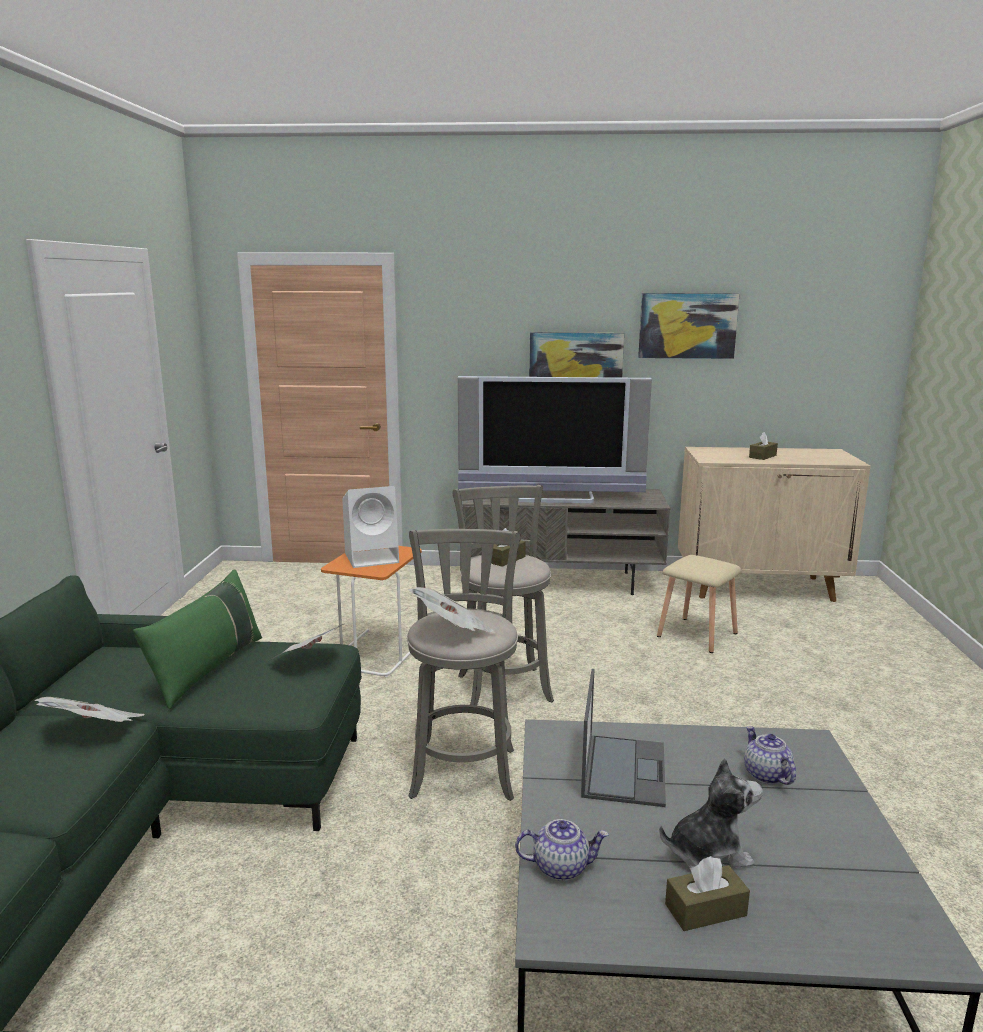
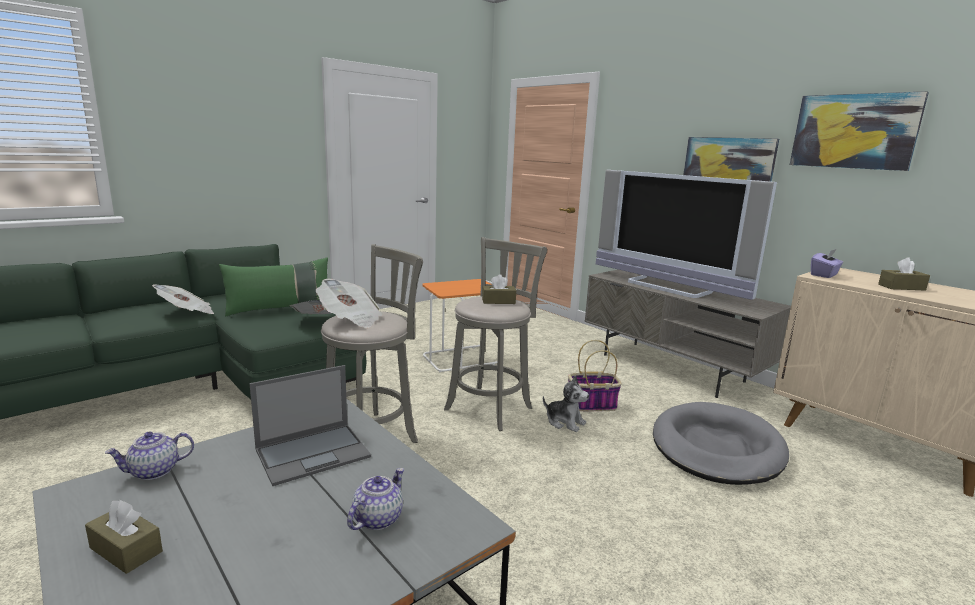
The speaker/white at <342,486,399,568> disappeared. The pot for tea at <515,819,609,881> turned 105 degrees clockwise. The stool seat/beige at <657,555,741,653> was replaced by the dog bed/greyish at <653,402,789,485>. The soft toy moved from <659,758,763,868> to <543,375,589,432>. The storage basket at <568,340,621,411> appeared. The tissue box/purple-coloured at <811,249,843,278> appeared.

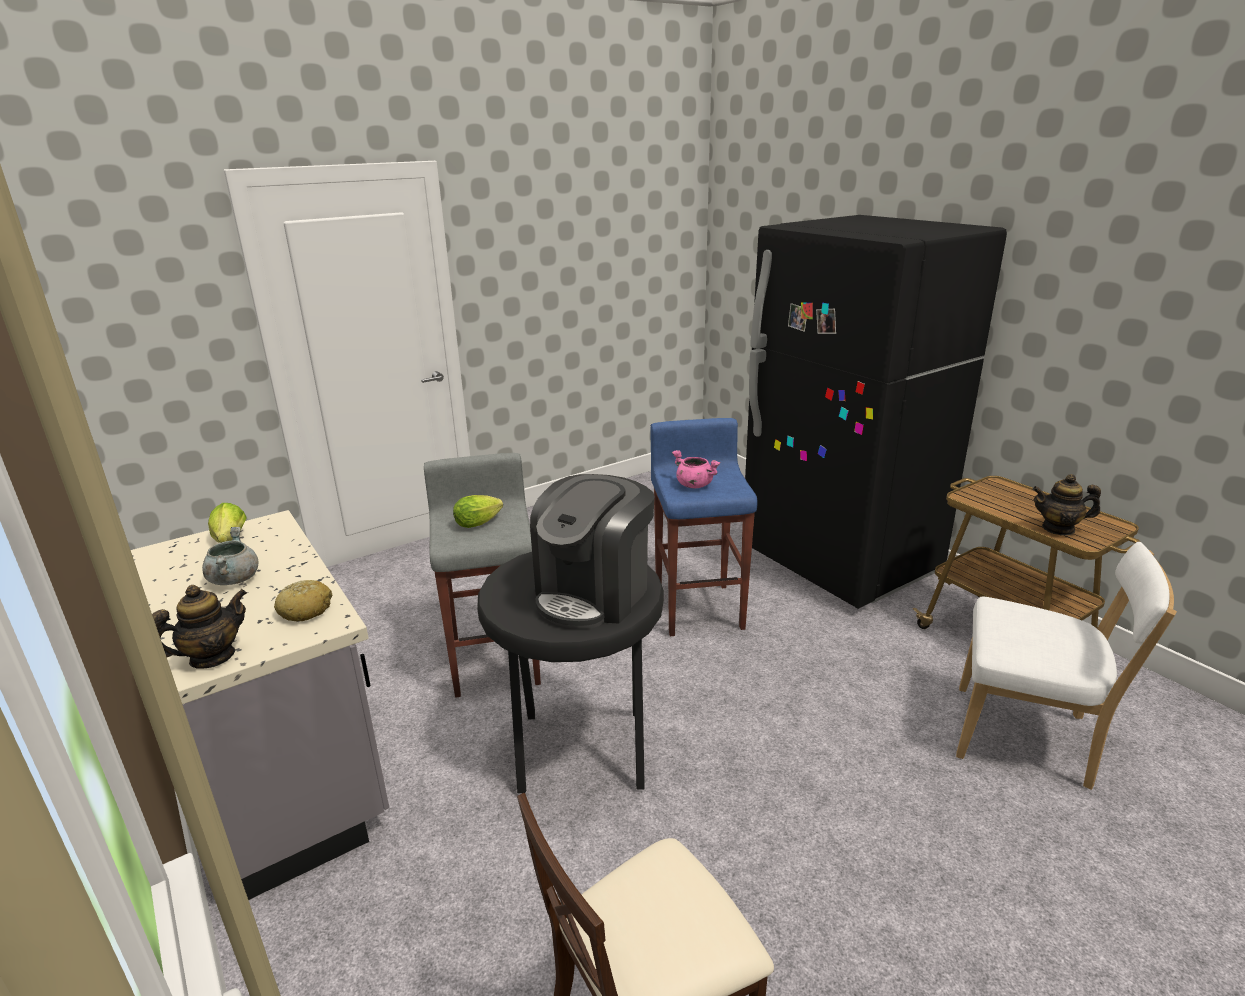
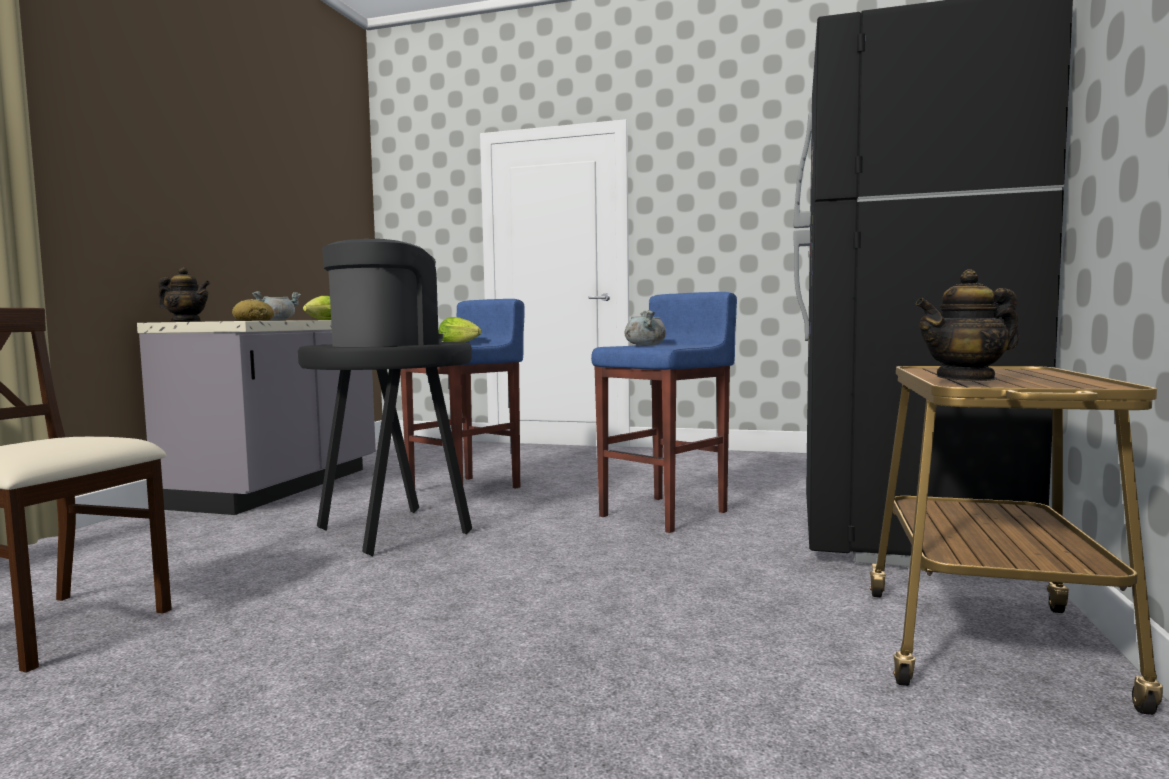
The stool seat/greyish at <424,453,541,698> became the stool seat/blue-coloured at <400,299,525,504>. The coffee machine at <530,474,655,629> turned 135 degrees clockwise. The cooking pot/pink-coloured at <672,450,720,488> became the cooking pot/greyish at <624,310,666,346>. The plain chair/white at <956,542,1177,790> disappeared. The pot for tea at <1032,474,1101,536> turned 75 degrees counterclockwise.

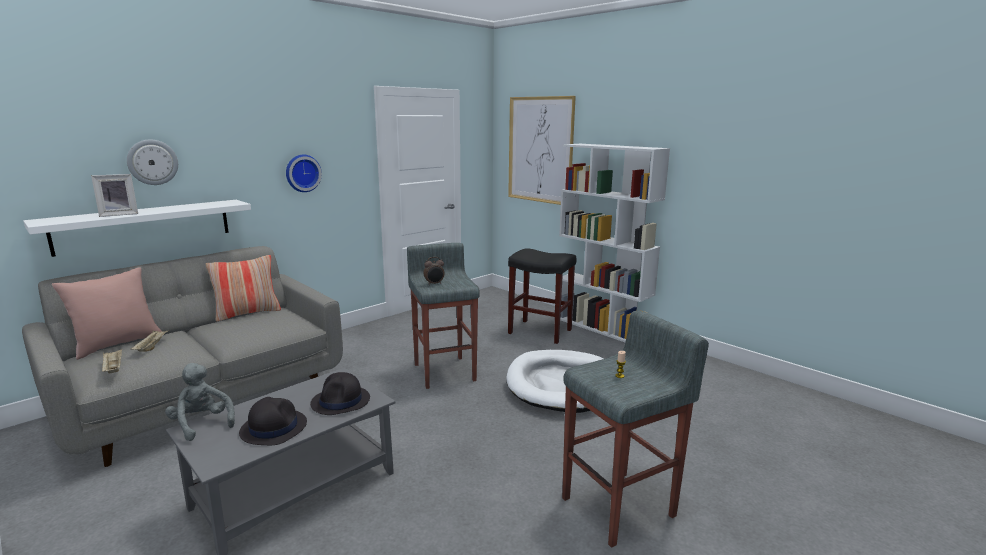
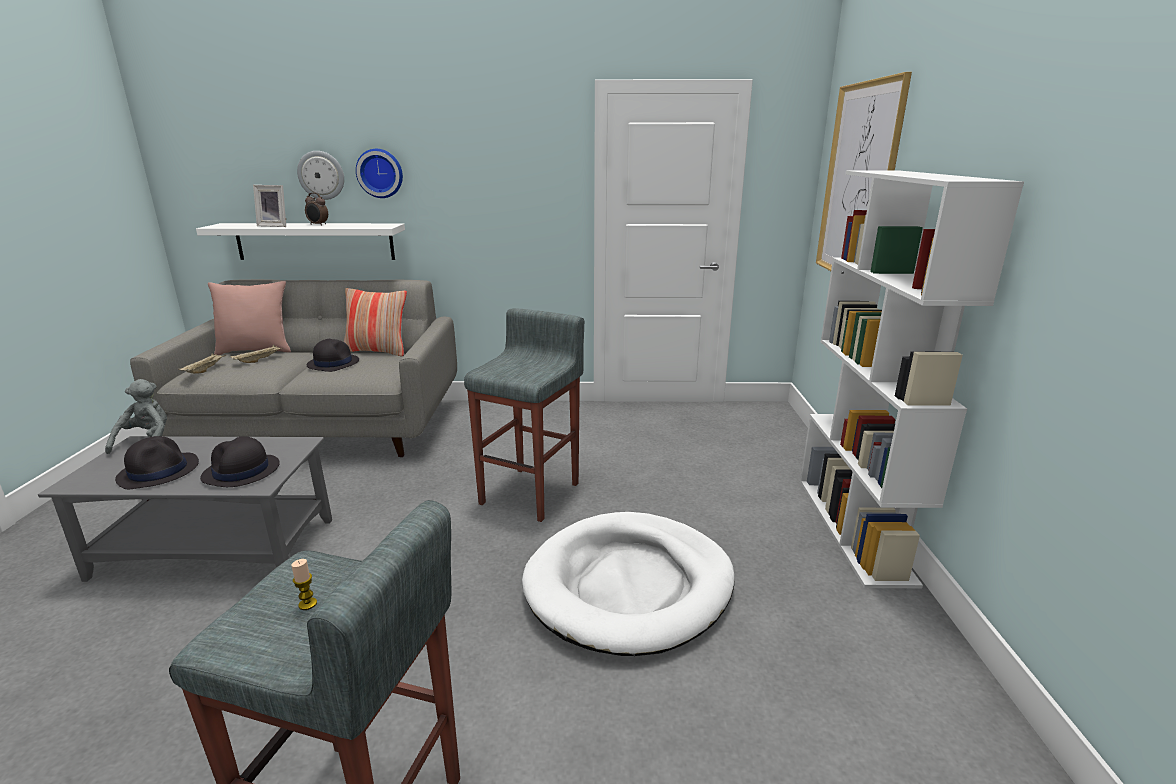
The wall clock moved from <286,155,322,192> to <356,149,403,198>. The bedside clock moved from <423,257,445,285> to <305,193,328,226>. The stool seat/blackish at <508,248,576,344> disappeared. The clothing hat/blackish at <307,339,359,372> appeared.

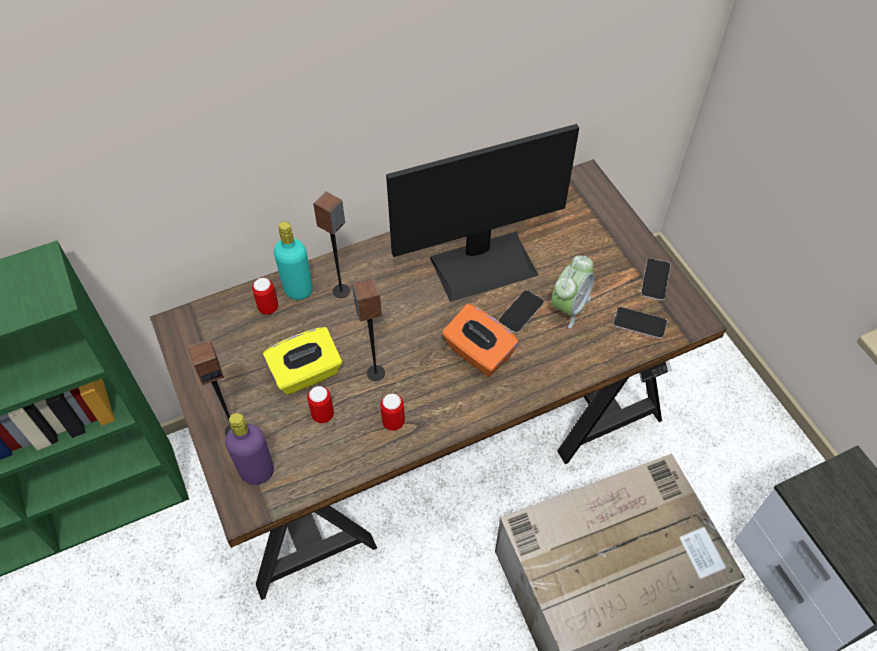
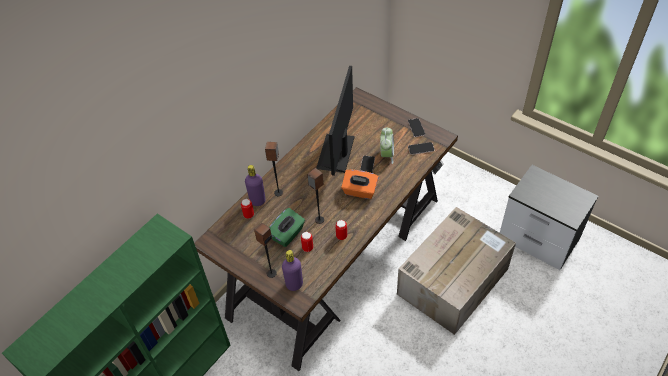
The tissue box/yellowish at <263,327,342,395> became the tissue box/greenish at <269,208,305,247>. The drink bottle/turquoise-coloured at <274,222,313,300> became the drink bottle/purple-coloured at <245,165,266,206>. The computer screen at <386,124,579,302> turned 150 degrees clockwise.

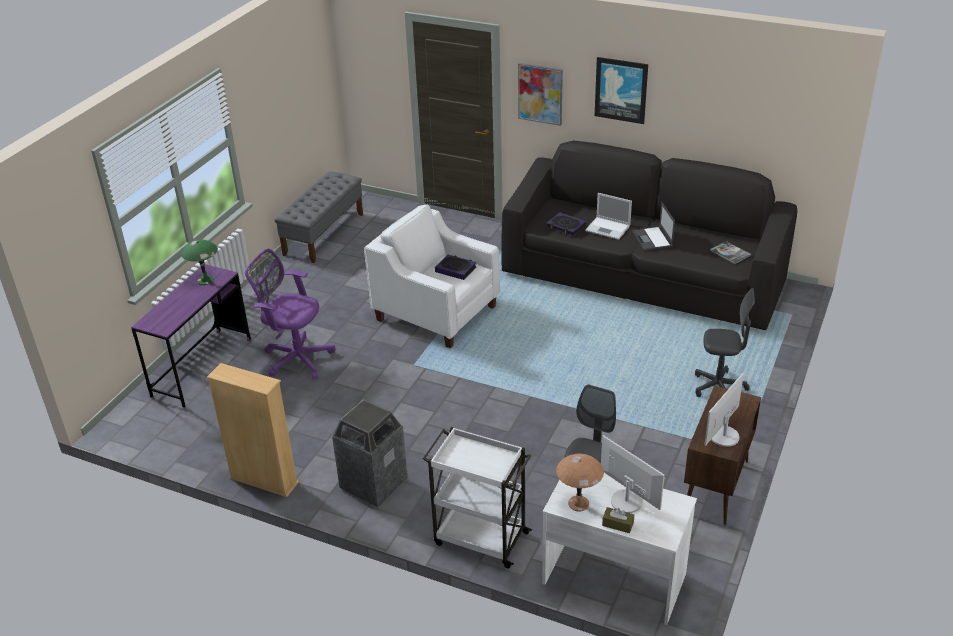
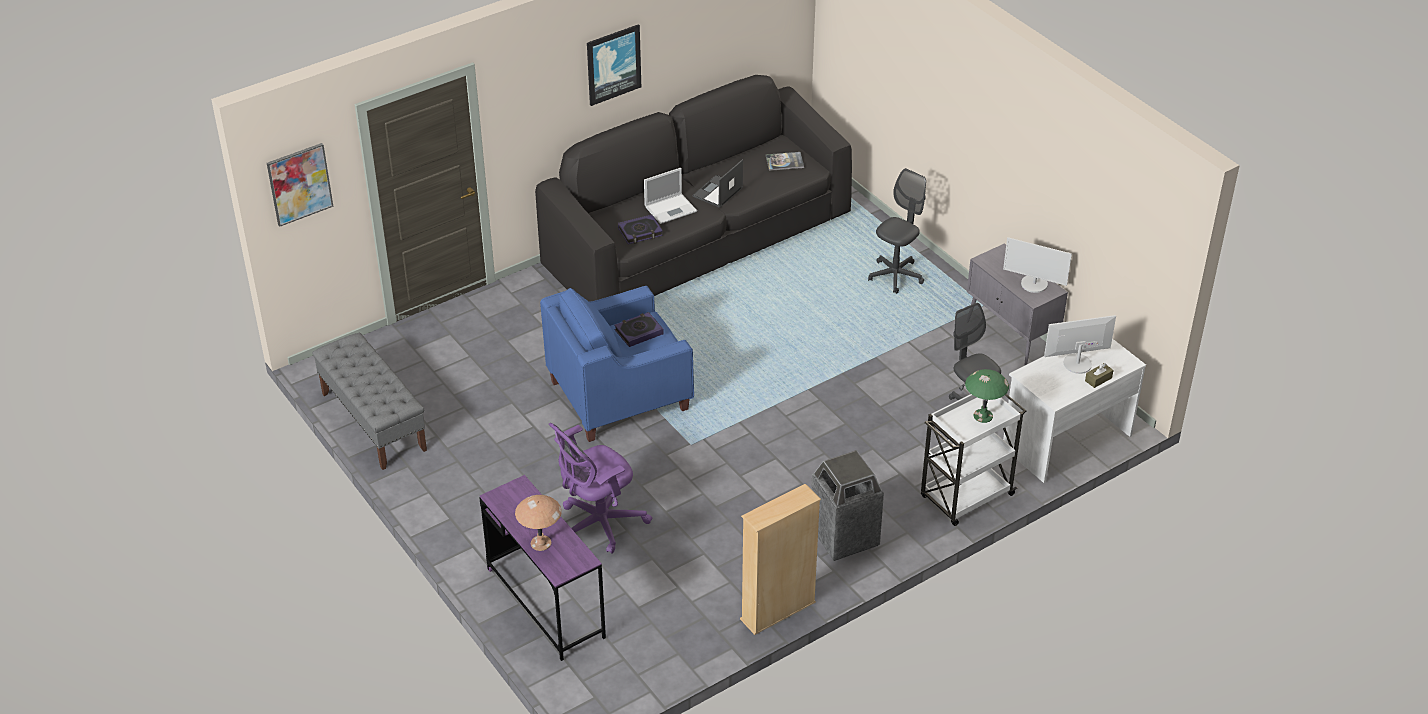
The table lamp/greenish moved from <181,240,218,285> to <965,369,1009,423>. The lounge chair/white at <364,205,500,348> became the lounge chair/blue-coloured at <540,286,694,442>. The wall picture moved from <518,63,563,126> to <267,143,334,227>. The table lamp/brownish moved from <556,454,604,511> to <515,495,562,551>. The laptop at <632,202,675,251> turned 105 degrees clockwise. The cabinet/brownish at <684,386,761,525> became the cabinet/greyish at <967,243,1068,366>. The computer screen at <704,373,744,447> turned 45 degrees counterclockwise.

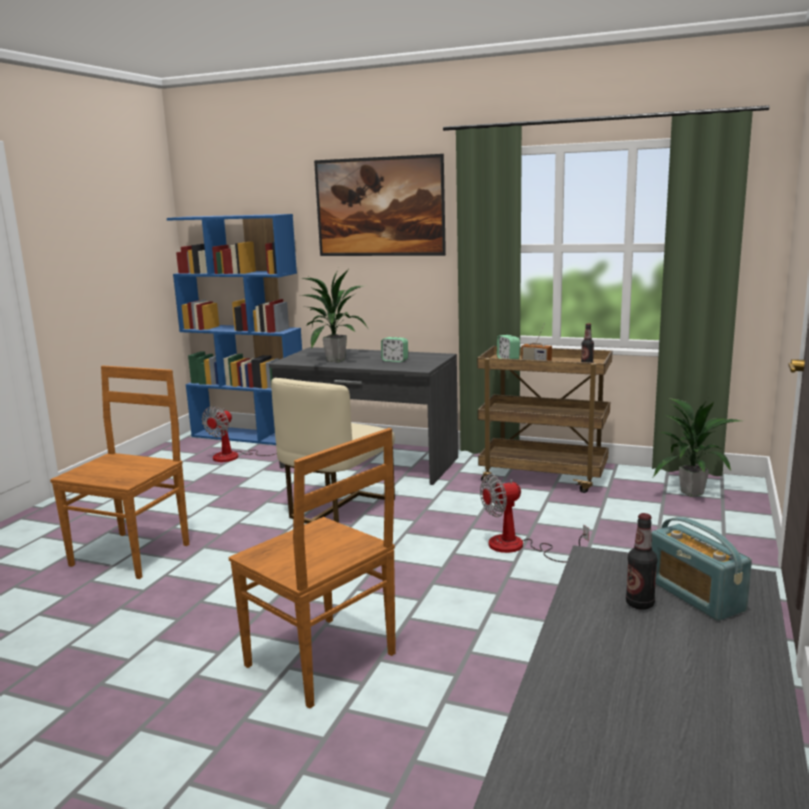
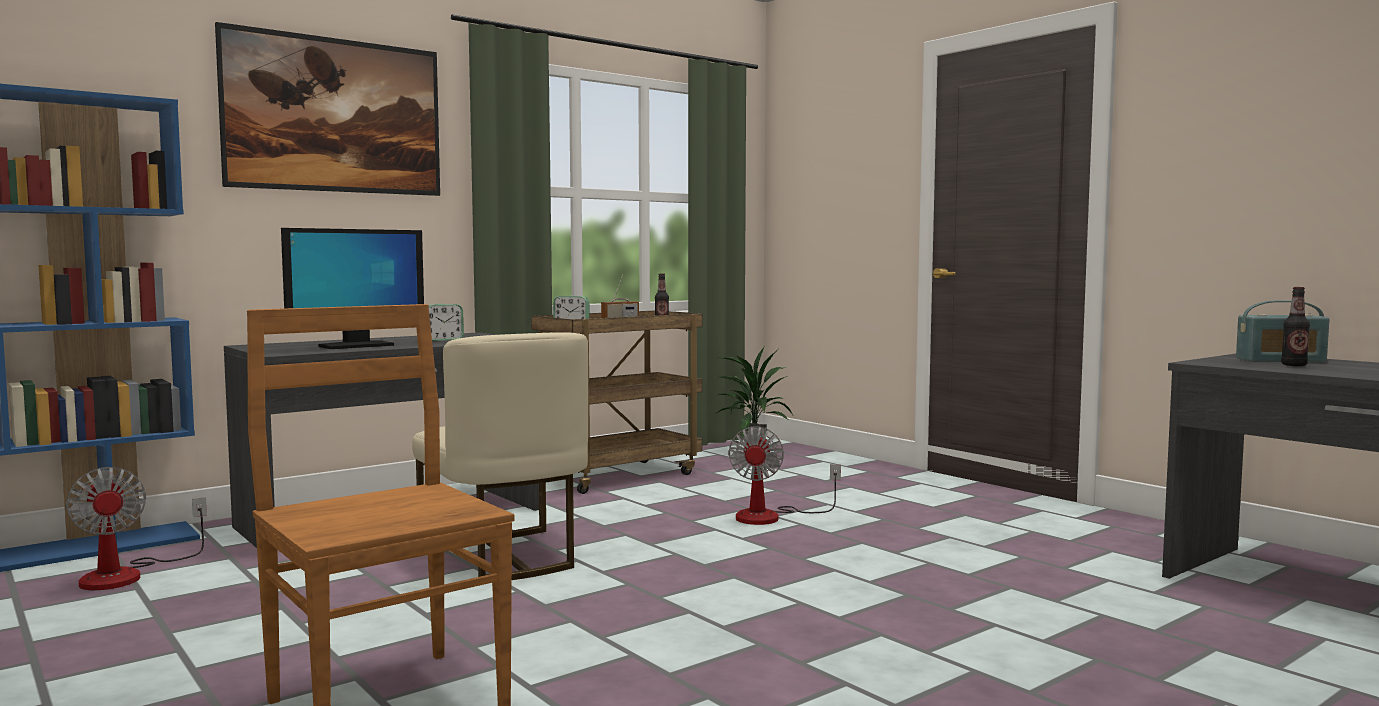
The plain chair/brownish at <229,428,396,709> disappeared. The houseplant at <298,268,368,362> was replaced by the computer screen at <281,228,424,349>.

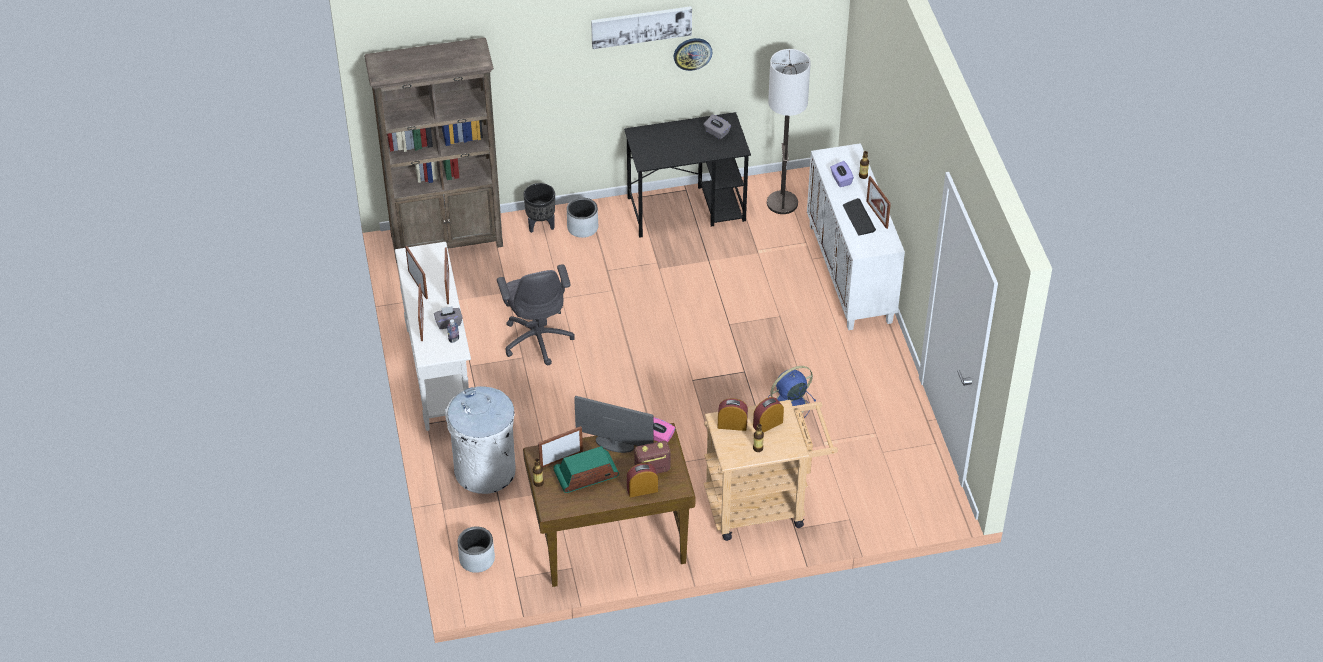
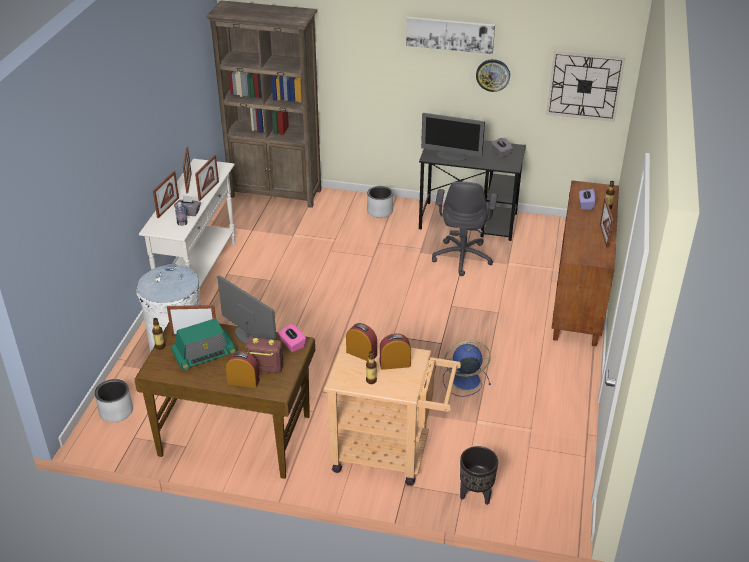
The office chair/greyish moved from <497,264,575,365> to <432,182,498,276>. The flower pot/blackish moved from <523,183,555,233> to <460,446,498,505>. The radio receiver at <553,446,619,493> turned 150 degrees clockwise. The standing lamp at <767,49,811,214> disappeared. The cabinet/white at <807,143,905,330> became the cabinet/brownish at <551,180,619,346>. The keyboard at <843,198,876,235> disappeared. The computer screen at <421,113,485,161> appeared. The wall clock at <546,51,625,122> appeared.

